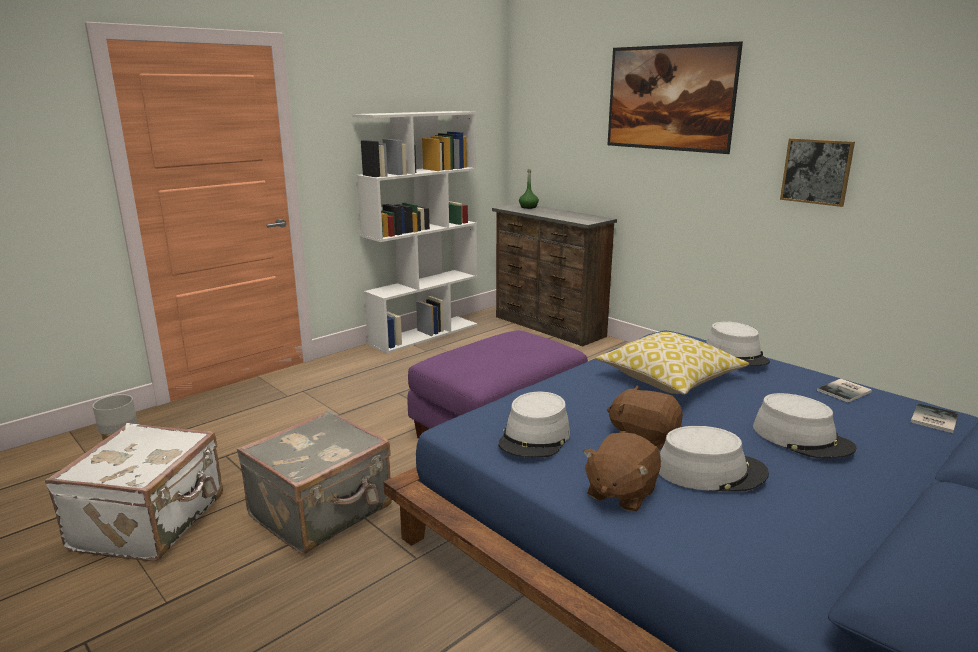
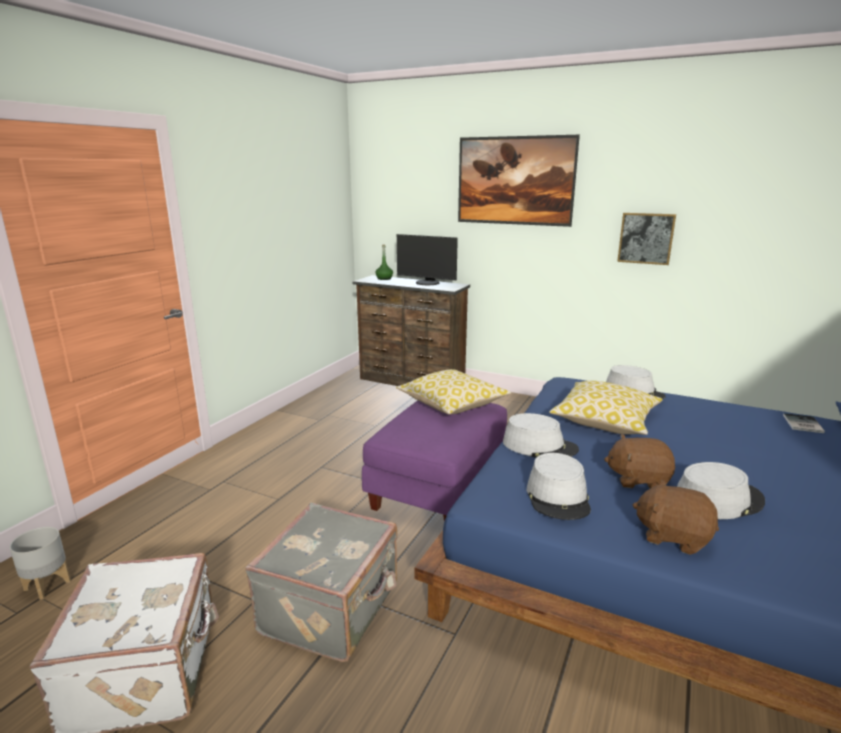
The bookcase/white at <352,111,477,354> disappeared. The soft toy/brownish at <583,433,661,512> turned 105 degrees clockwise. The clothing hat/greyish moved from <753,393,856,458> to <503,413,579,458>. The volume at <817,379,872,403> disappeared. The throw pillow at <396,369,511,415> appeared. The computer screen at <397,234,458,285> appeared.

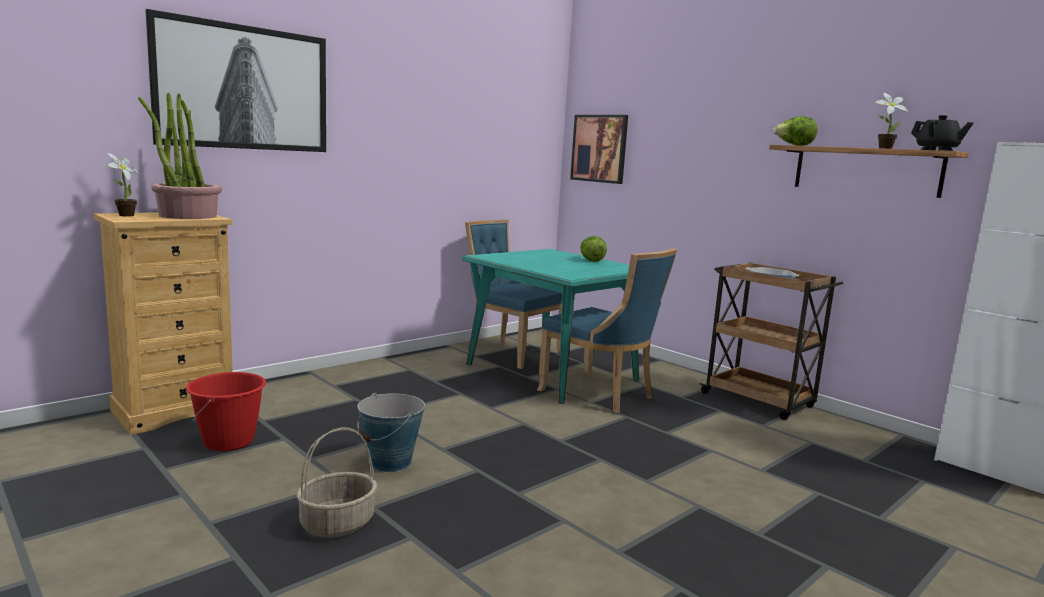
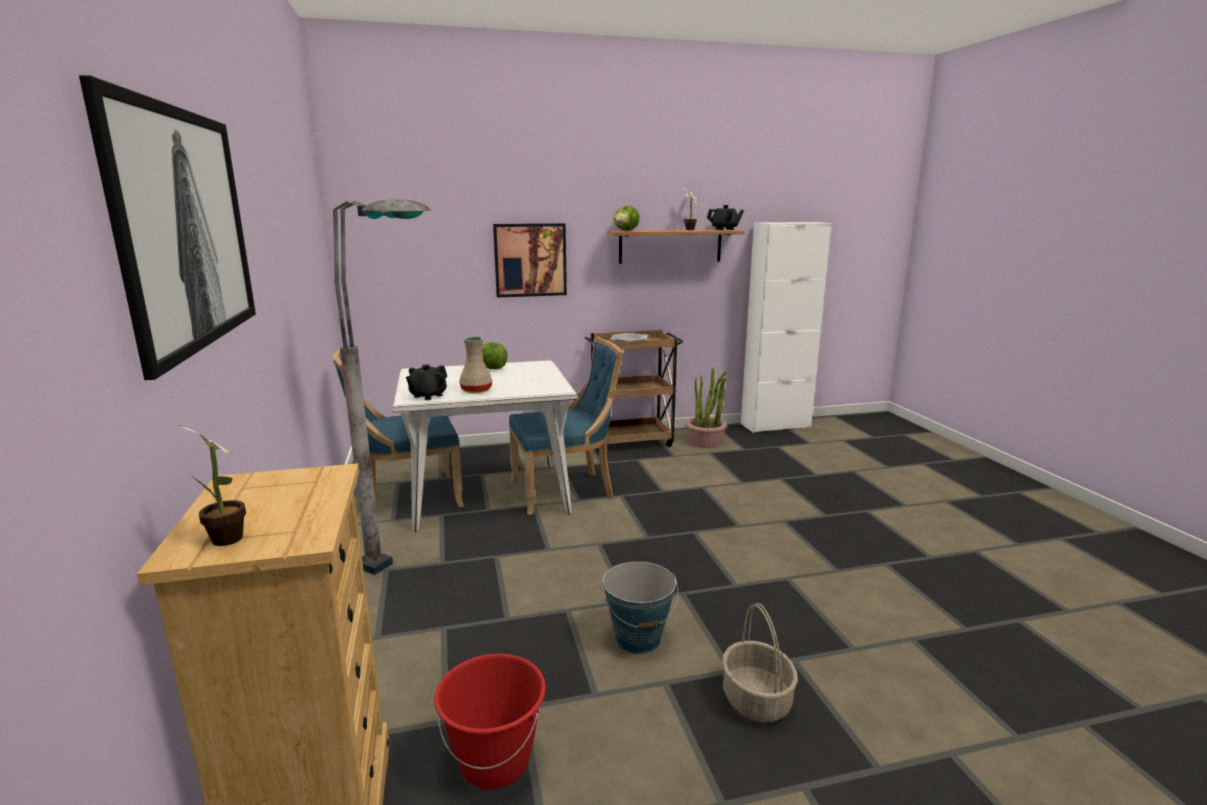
The houseplant moved from <138,93,222,219> to <685,368,727,448>. The kitchen table/turquoise-coloured at <462,249,639,404> became the kitchen table/white at <393,360,577,531>. The wall picture moved from <570,115,628,184> to <493,223,567,297>. The standing lamp/greyish at <333,199,431,575> appeared. The pot for tea/blackish at <406,364,447,400> appeared. The flower vase/beige at <459,337,492,393> appeared.

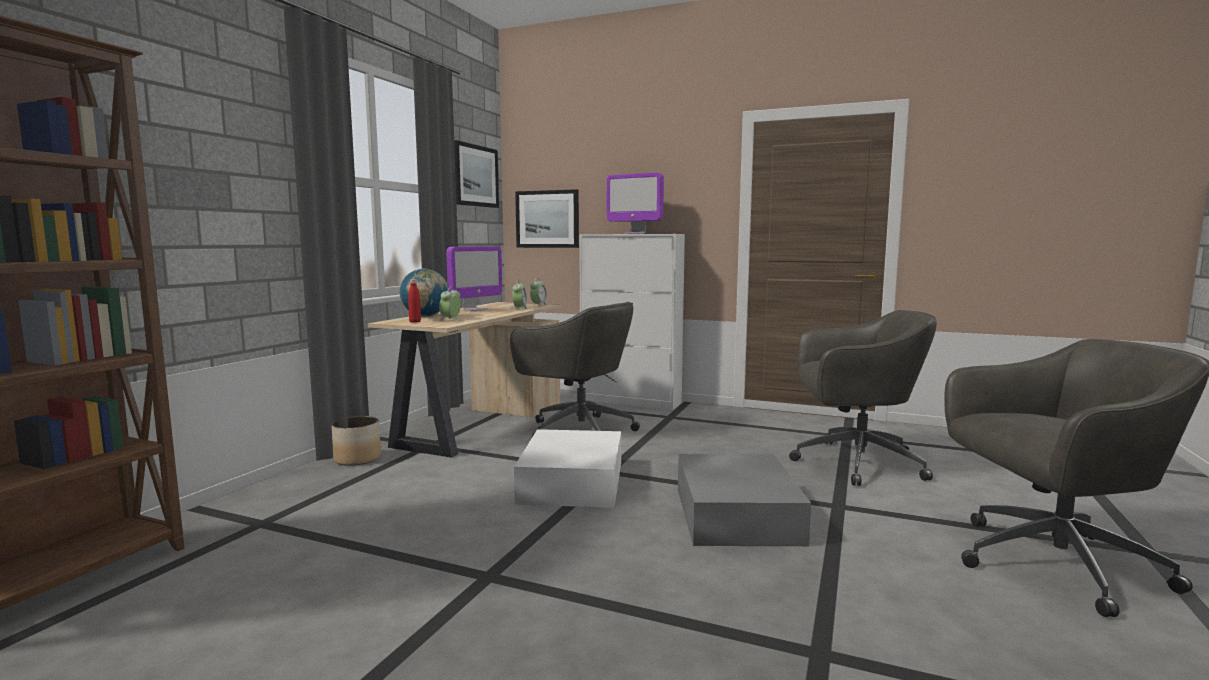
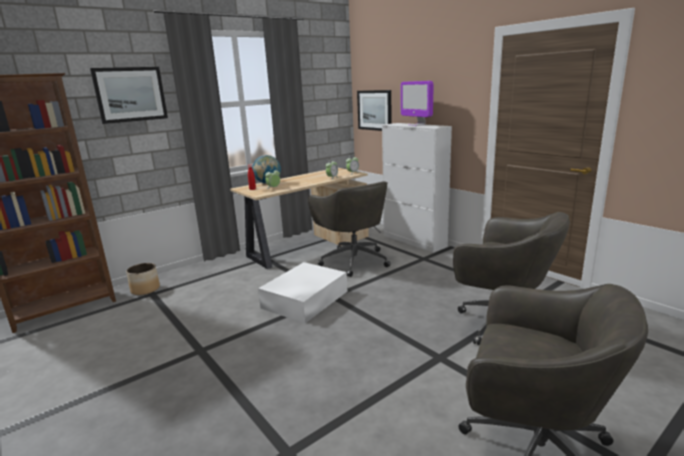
The flower pot moved from <332,416,381,466> to <126,263,160,295>. The computer screen at <446,246,502,311> disappeared. The wall picture moved from <454,140,499,208> to <90,67,168,124>. The storage bin/greyish at <678,454,811,546> disappeared.

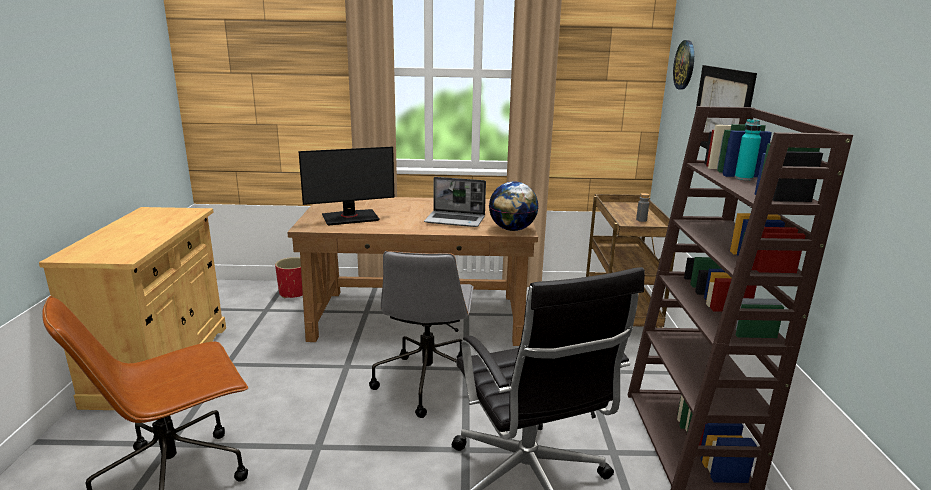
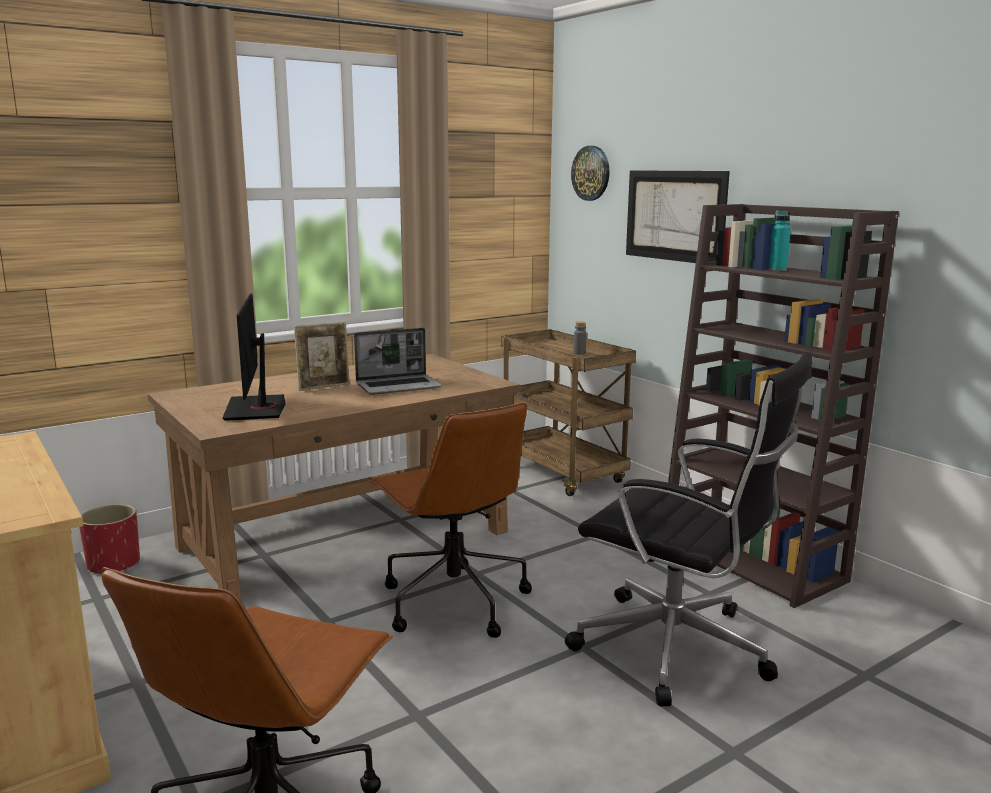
The computer screen at <298,147,394,226> turned 135 degrees clockwise. The office chair/greyish at <369,251,474,418> became the office chair/brownish at <369,402,532,638>. The globe at <489,182,539,231> disappeared. The standing frame at <294,322,350,391> appeared.

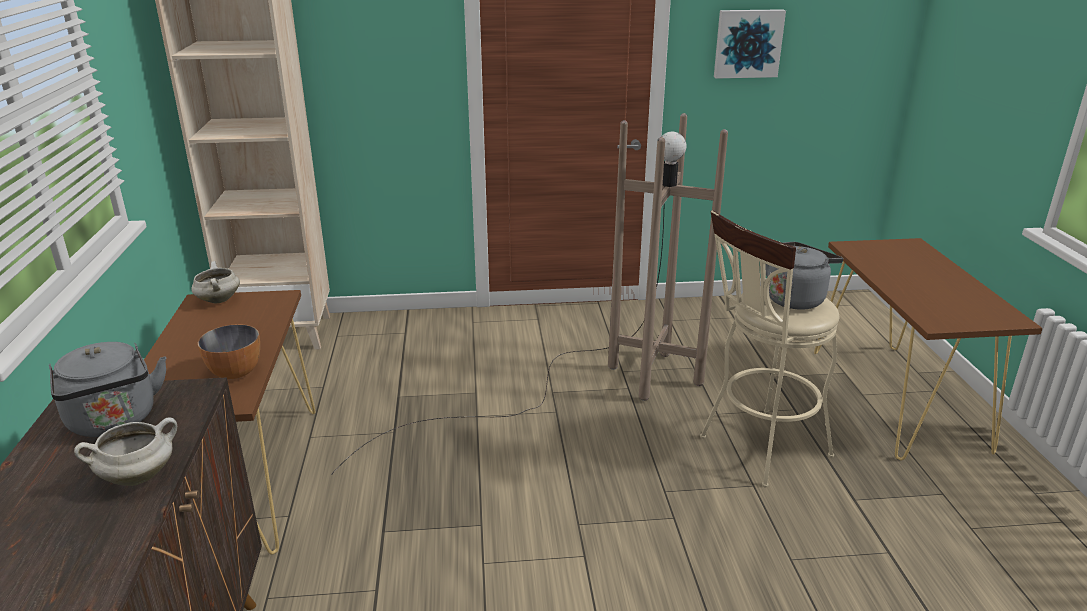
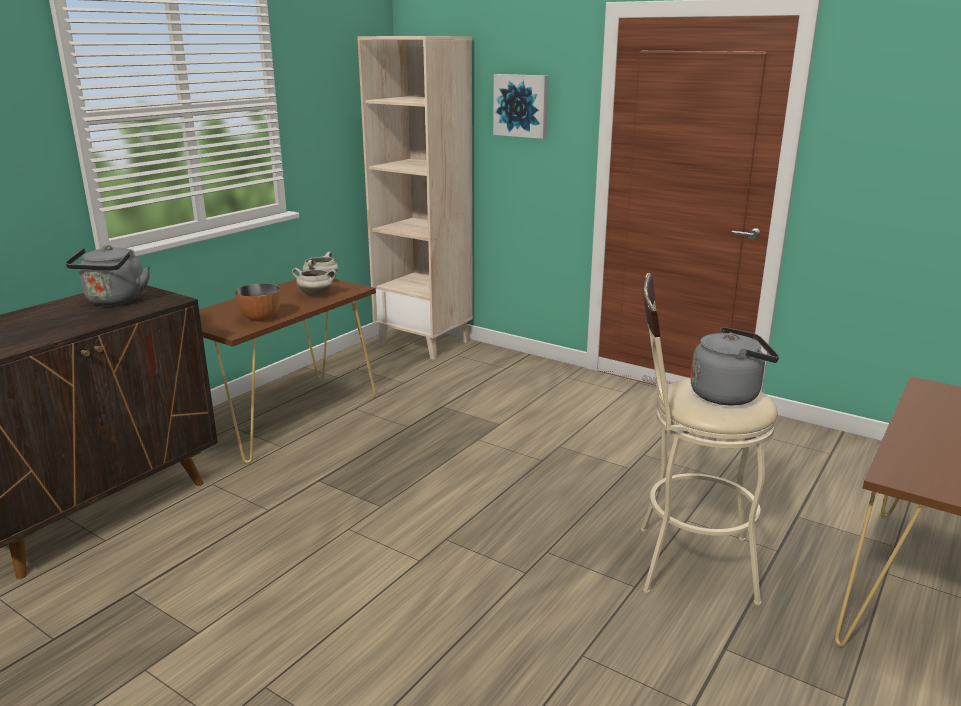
The cooking pot/white moved from <74,417,177,486> to <292,268,337,297>. The standing lamp/brownish at <331,113,728,475> disappeared. The wall picture moved from <714,9,786,79> to <493,74,548,139>.

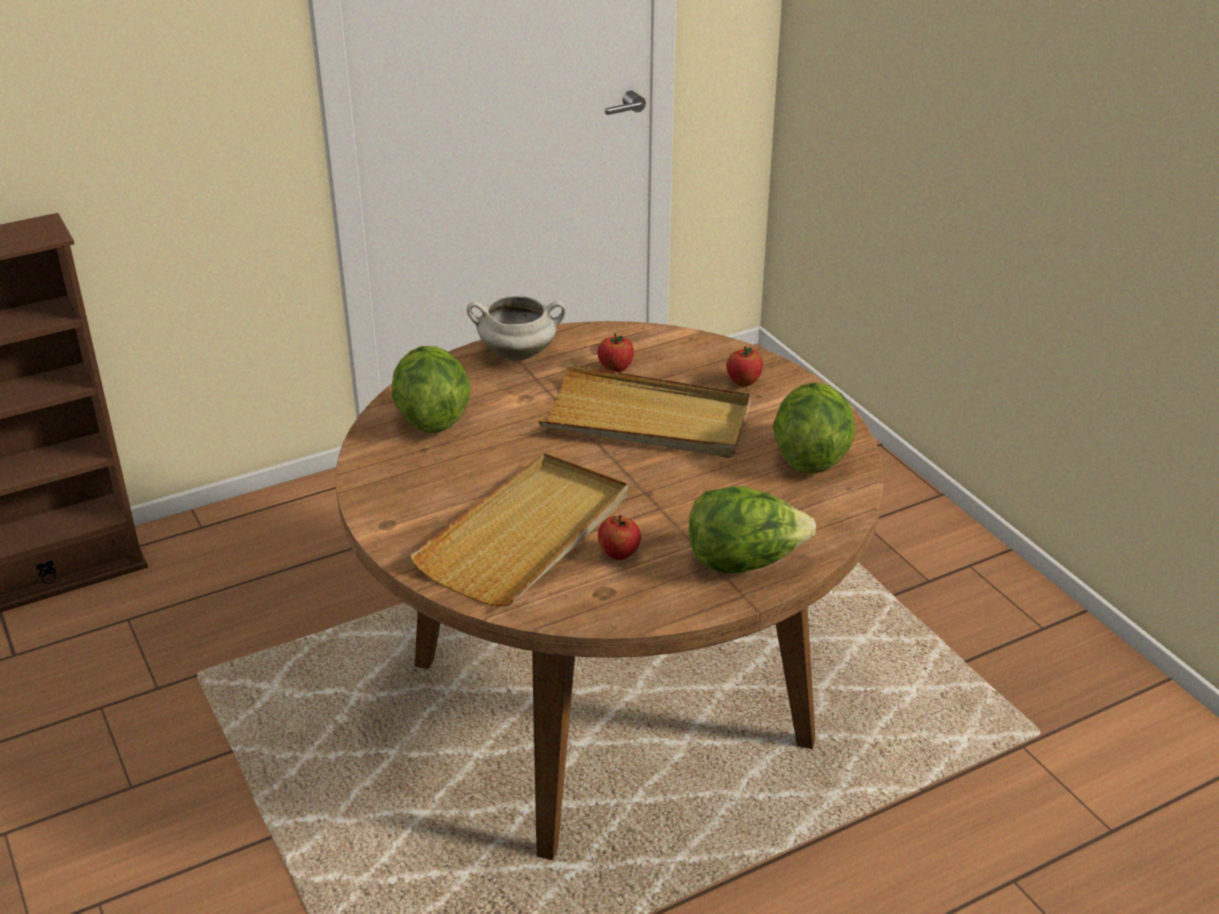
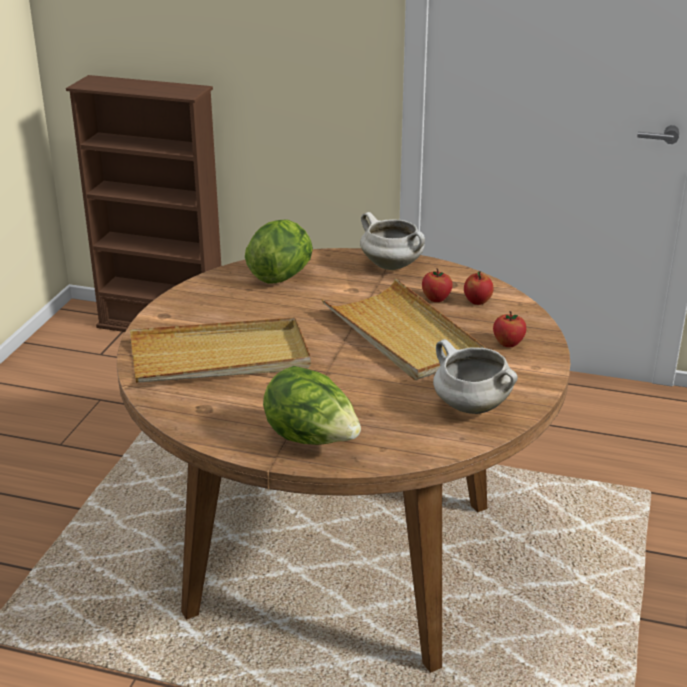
The apple fruit moved from <598,515,641,560> to <464,271,494,305>. The head of lettuce at <773,382,855,474> was replaced by the cooking pot/white at <433,339,518,414>.

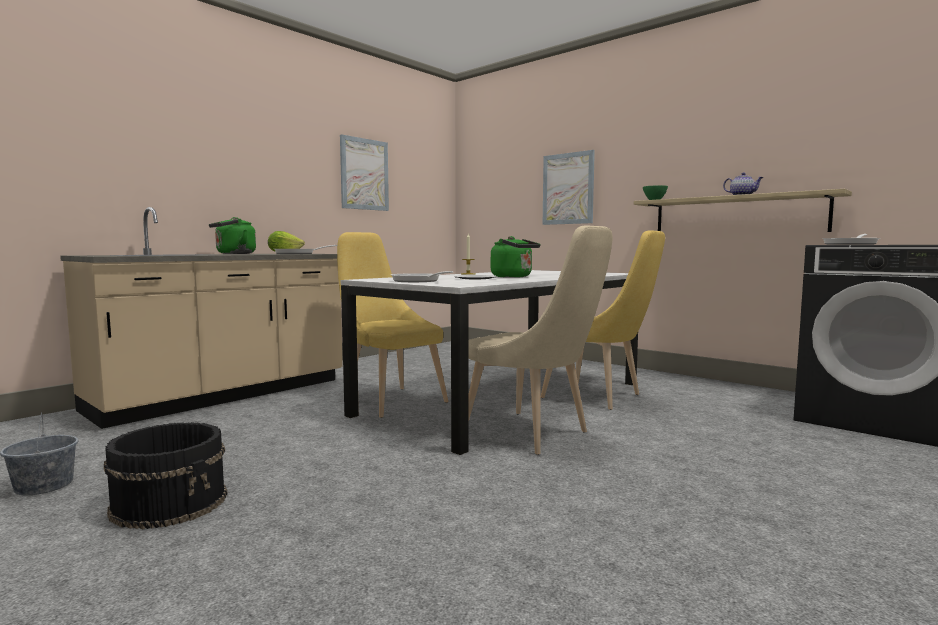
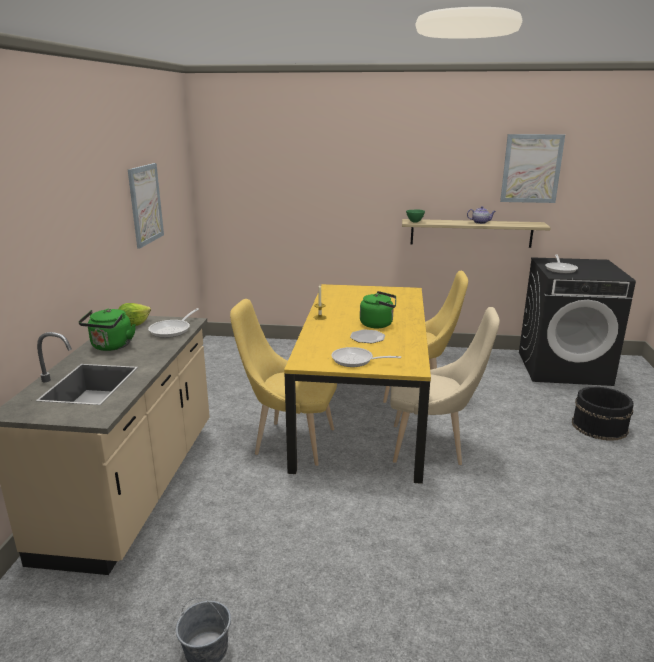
The pail/blackish moved from <104,422,227,529> to <572,387,634,441>. The kitchen table/white at <341,270,638,455> became the kitchen table/yellowish at <284,284,431,484>. The wall picture moved from <543,150,595,225> to <500,134,565,203>.

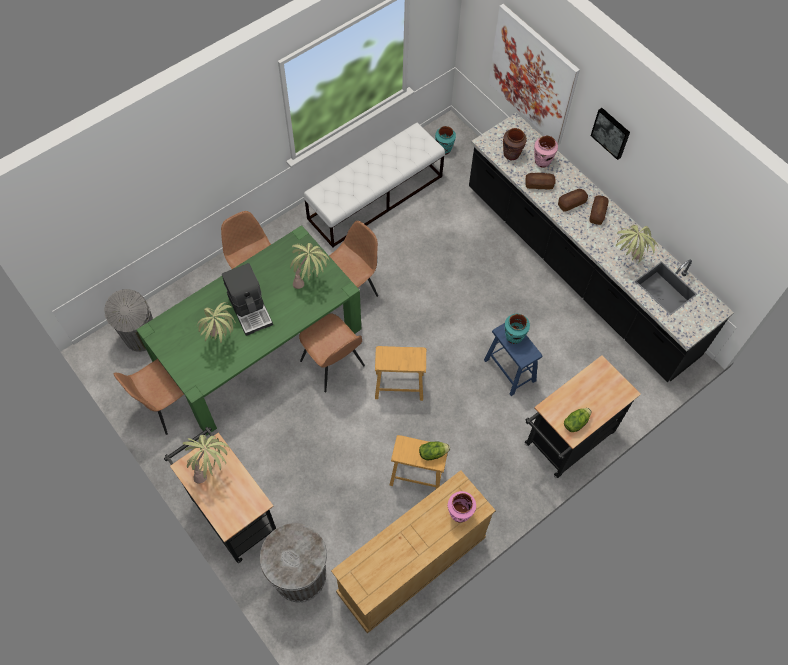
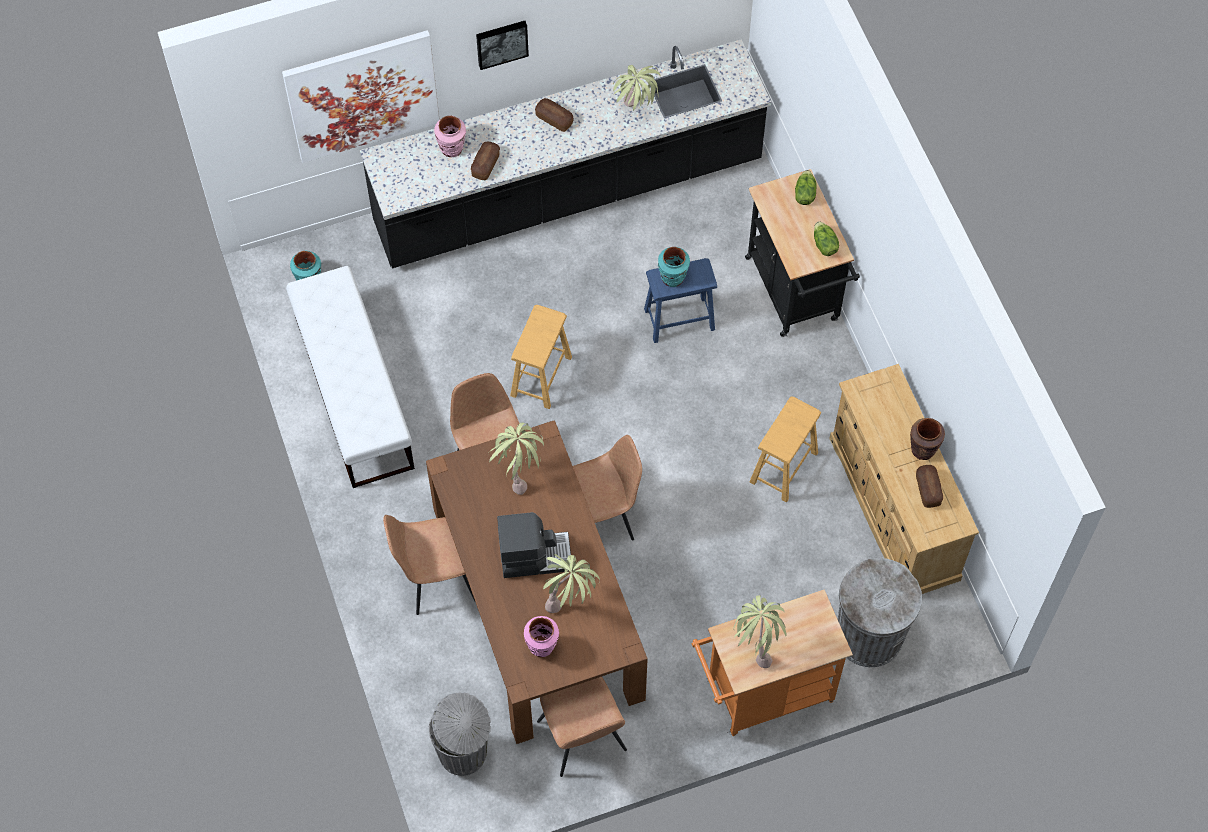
The kitchen table/greenish at <137,225,361,436> became the kitchen table/brownish at <426,420,648,744>. The trolley/blackish at <164,427,276,563> became the trolley/orangey at <692,590,853,736>. The stool seat/brownish moved from <375,346,426,401> to <510,305,572,409>. The head of lettuce moved from <419,442,450,460> to <795,170,817,205>. The flower vase/pink-coloured moved from <448,491,476,523> to <524,616,559,657>. The flower vase/brownish moved from <503,128,527,160> to <910,418,945,460>. The baked bread moved from <558,189,588,212> to <916,465,943,508>.

